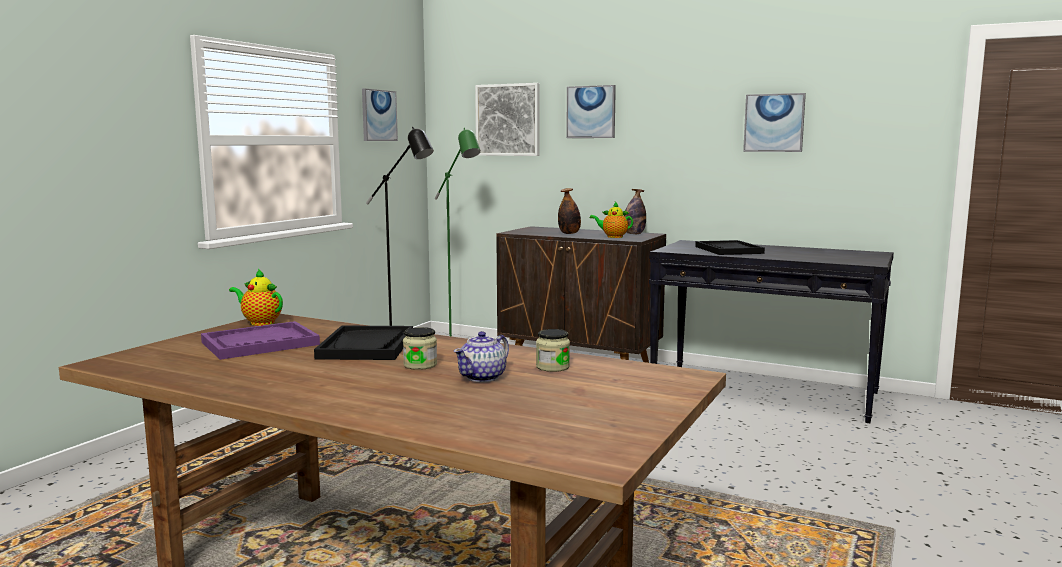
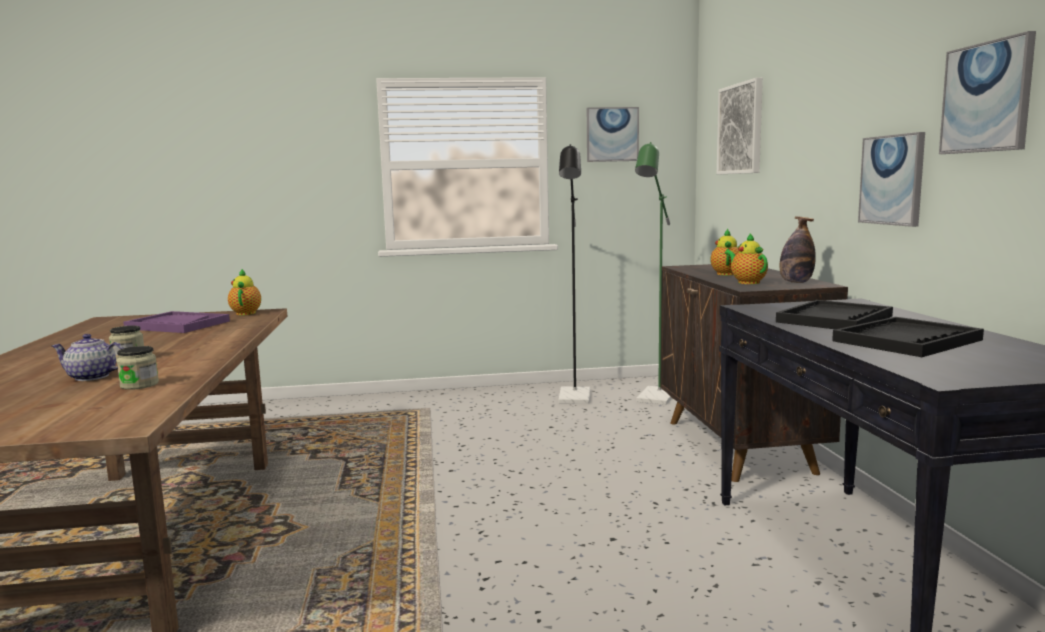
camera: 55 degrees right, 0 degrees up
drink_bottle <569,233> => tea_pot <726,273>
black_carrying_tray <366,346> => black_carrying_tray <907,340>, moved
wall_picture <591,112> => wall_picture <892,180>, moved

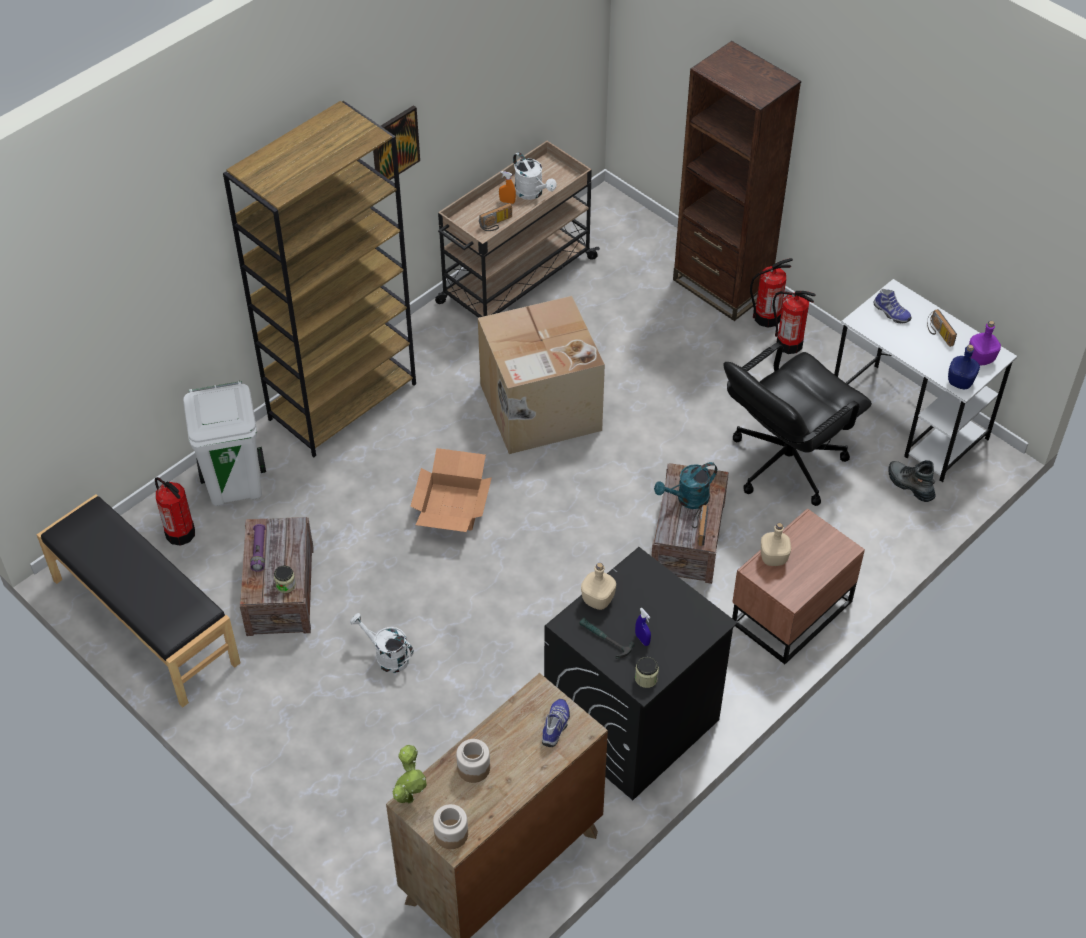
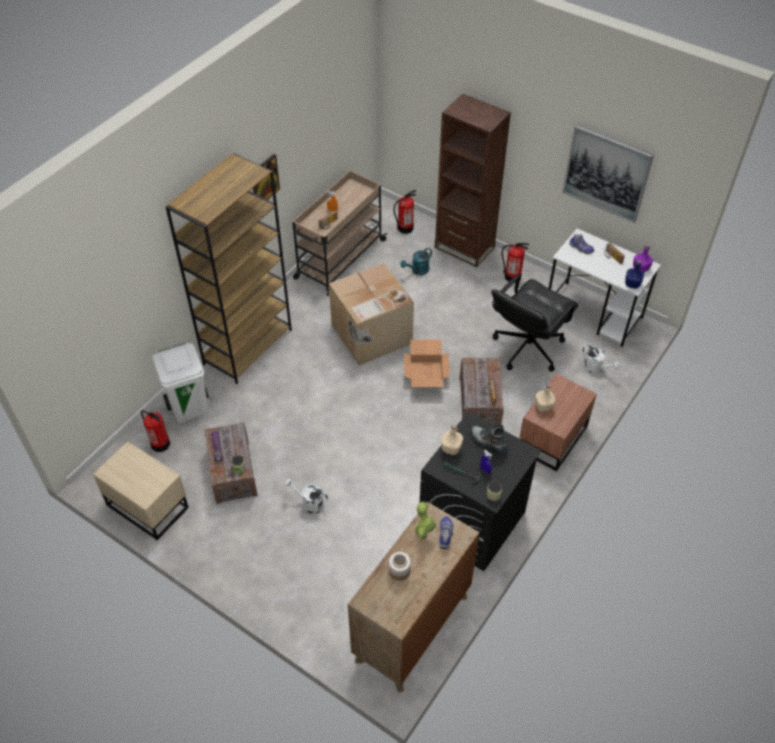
camera: 10 degrees left, 0 degrees up
black_long_seat <144,622> => beige-coloured_bedside_table <148,504>
fire_extinguisher <766,317> => fire_extinguisher <405,228>, moved
turquoise-coloured_watering_can <687,499> => turquoise-coloured_watering_can <417,270>, moved
carton <451,506> => carton <425,373>, moved
potted_plant <409,796> => potted_plant <423,534>, moved
tall_boot <910,485> => tall_boot <488,443>, moved
nothing => wall_picture <606,173>
white-coloured_watering_can <532,193> => white-coloured_watering_can <596,368>, moved
jar <451,834> => nothing

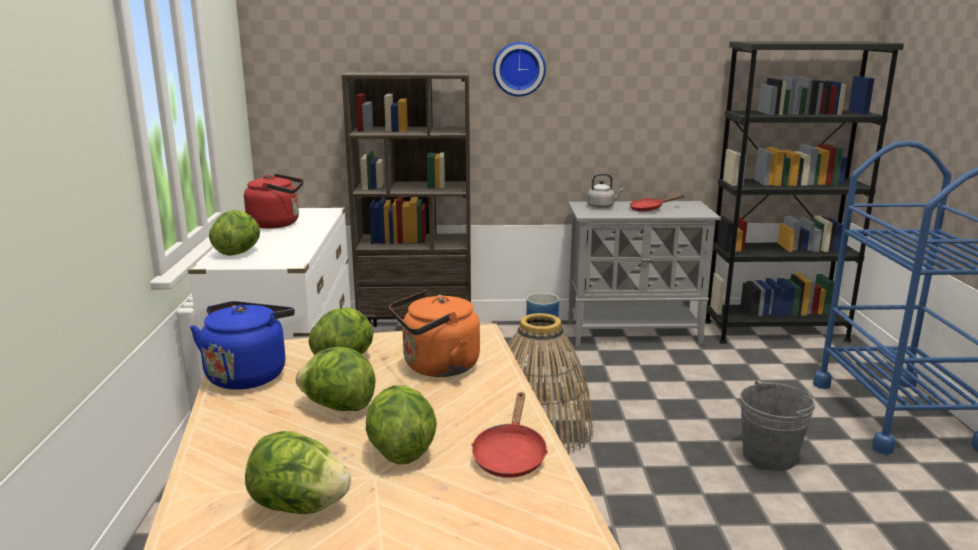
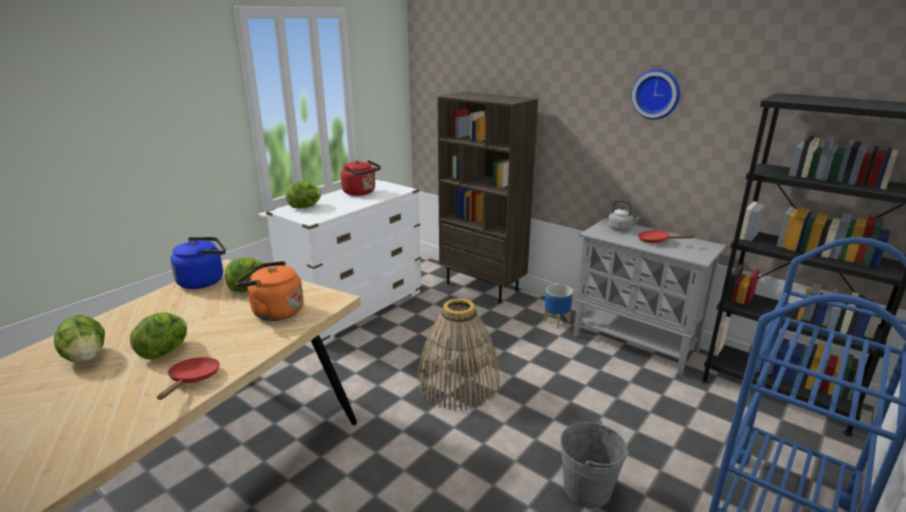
camera: 40 degrees right, 5 degrees up
reddish_skillet <510,456> => reddish_skillet <193,379>, 135 degrees clockwise
wall_clock <519,69> => wall_clock <656,94>, moved
head_of_lettuce <338,407> => nothing

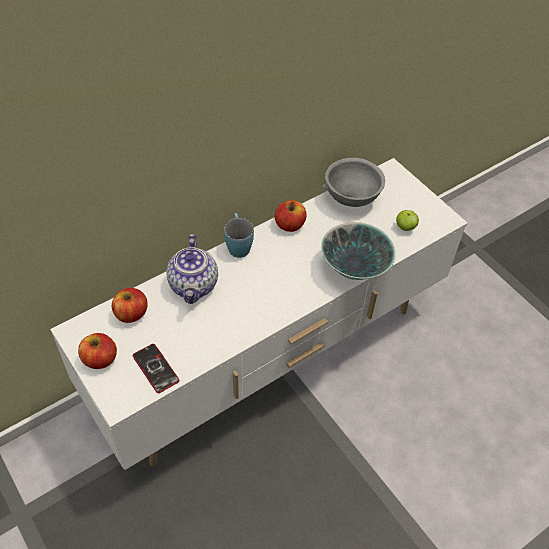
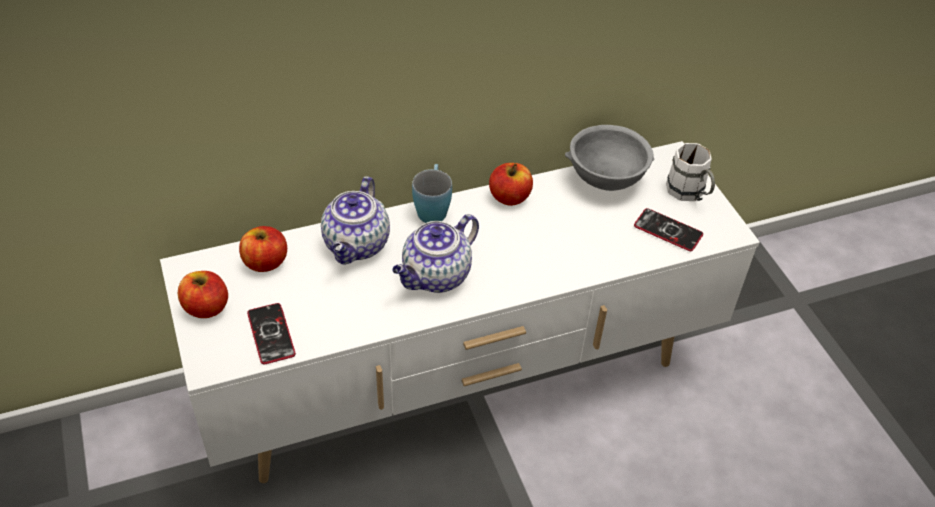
camera: 15 degrees right, 5 degrees down
nothing => tea_pot <436,277>
whole_apple <405,227> => phone <668,231>
nothing => white-coloured_coffee_mug <689,194>
bowl <354,269> => nothing

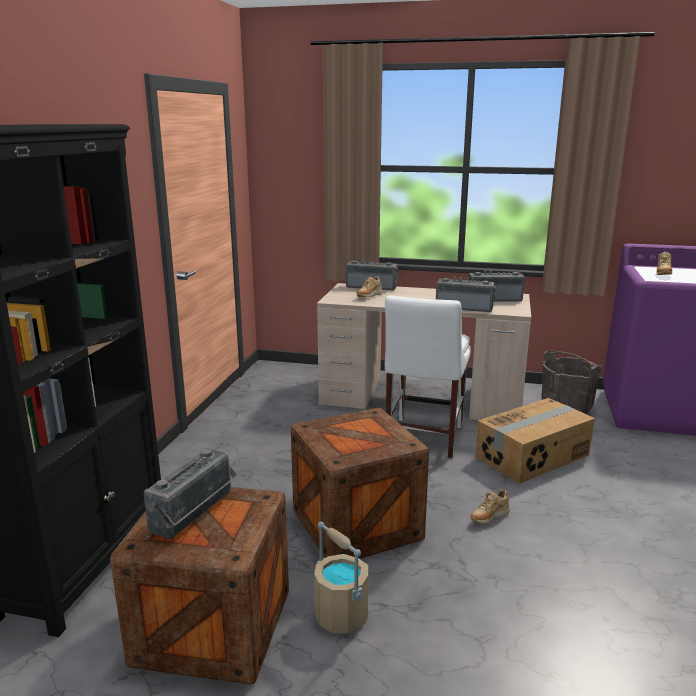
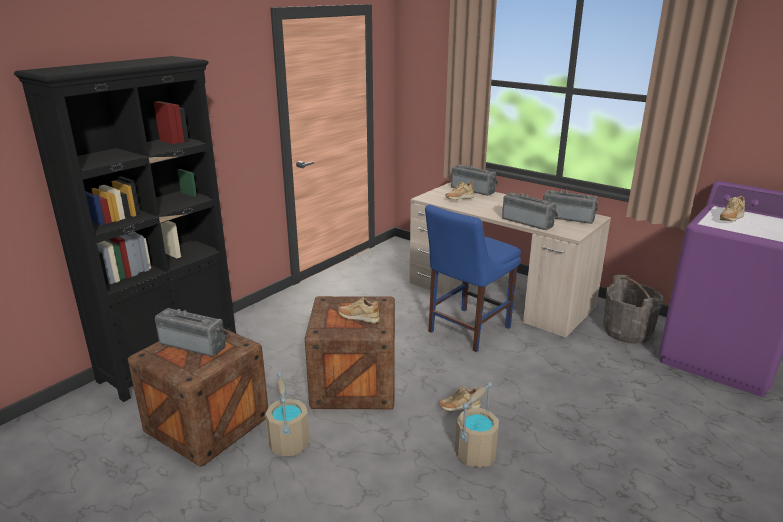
camera: 25 degrees right, 5 degrees up
radio_receiver <196,513> => radio_receiver <195,344>, 120 degrees counterclockwise
nothing => beige-coloured_shoe <358,319>
white-coloured_upright_chair <422,439> => blue_upright_chair <466,330>
nothing => beige-coloured_bucket <475,453>
carton <533,456> => nothing

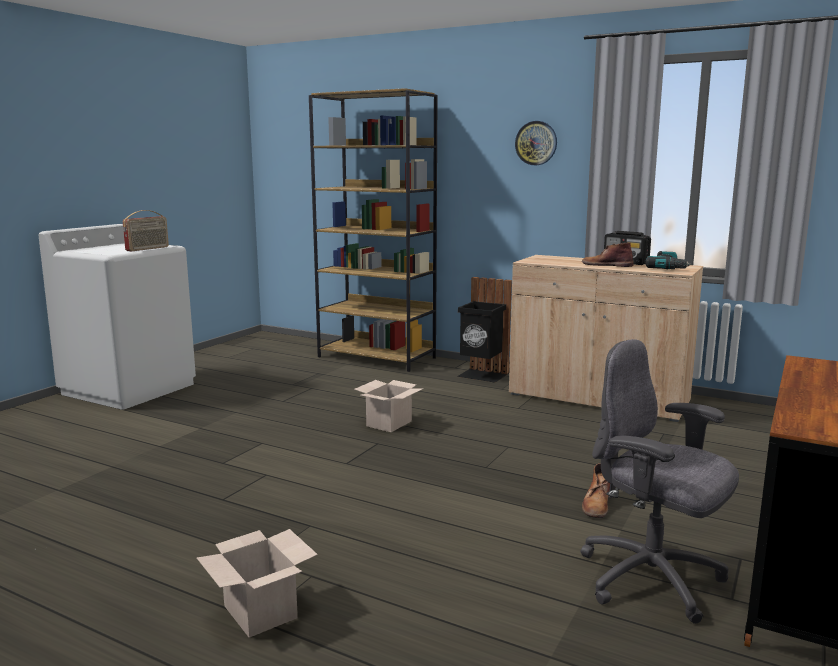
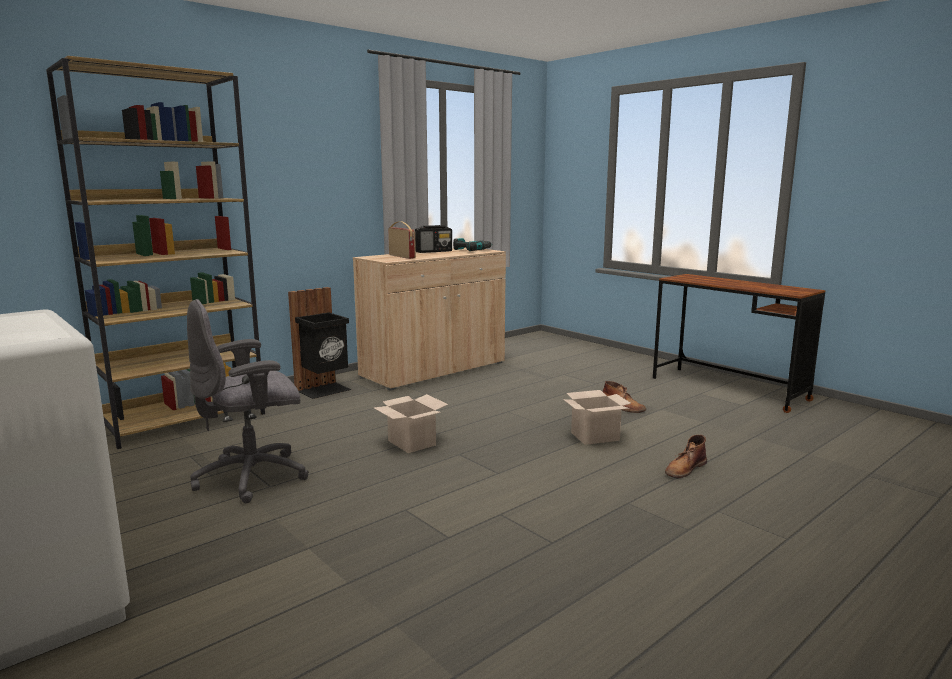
camera: 70 degrees left, 0 degrees up
greyish_office_chair <652,580> => greyish_office_chair <254,477>, moved
radio_receiver <148,249> => radio_receiver <402,256>, moved
carton <262,612> => carton <595,436>, moved
brown-coloured_tall_boot <606,265> => brown-coloured_tall_boot <685,468>, moved
wall_clock <536,143> => nothing

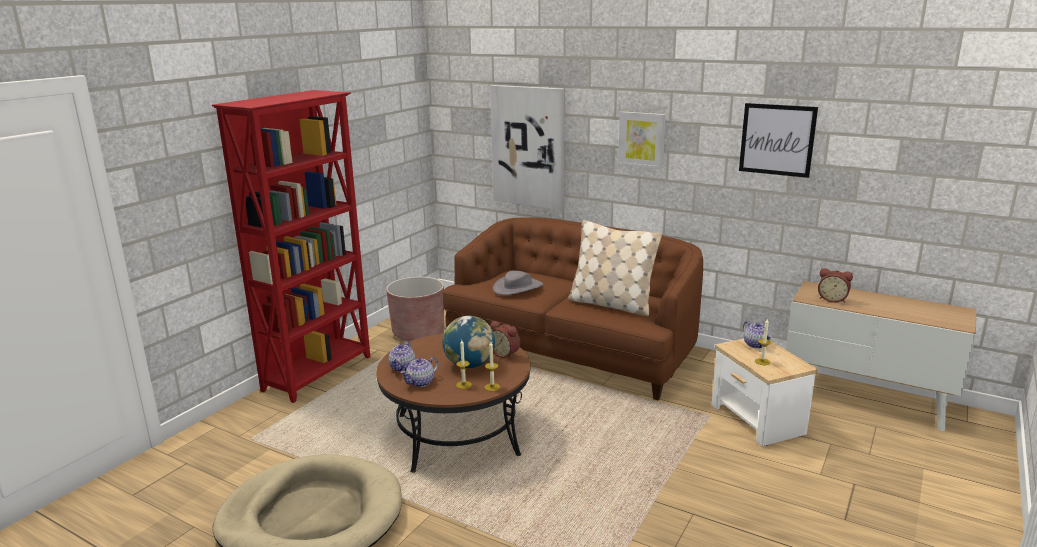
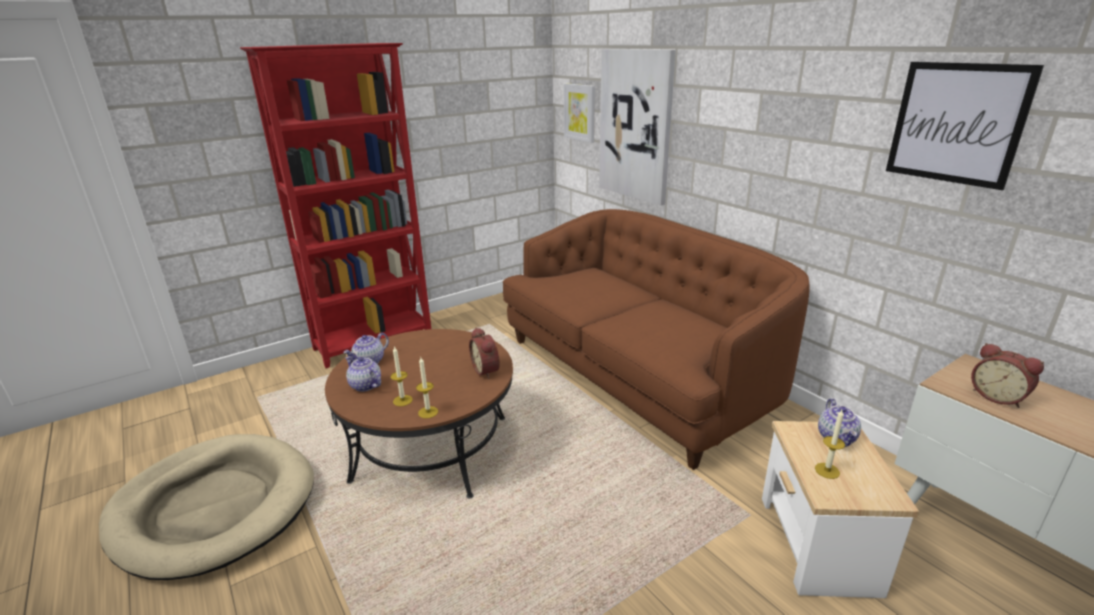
camera: 25 degrees right, 5 degrees up
tea_pot <420,382> => tea_pot <365,385>, 60 degrees clockwise
wall_picture <642,139> => wall_picture <580,112>, moved
brown-coloured_plant_pot <418,333> => nothing
globe <469,365> => nothing
greyish_clothing_hat <518,287> => nothing
beige-coloured_cushion <611,304> => nothing

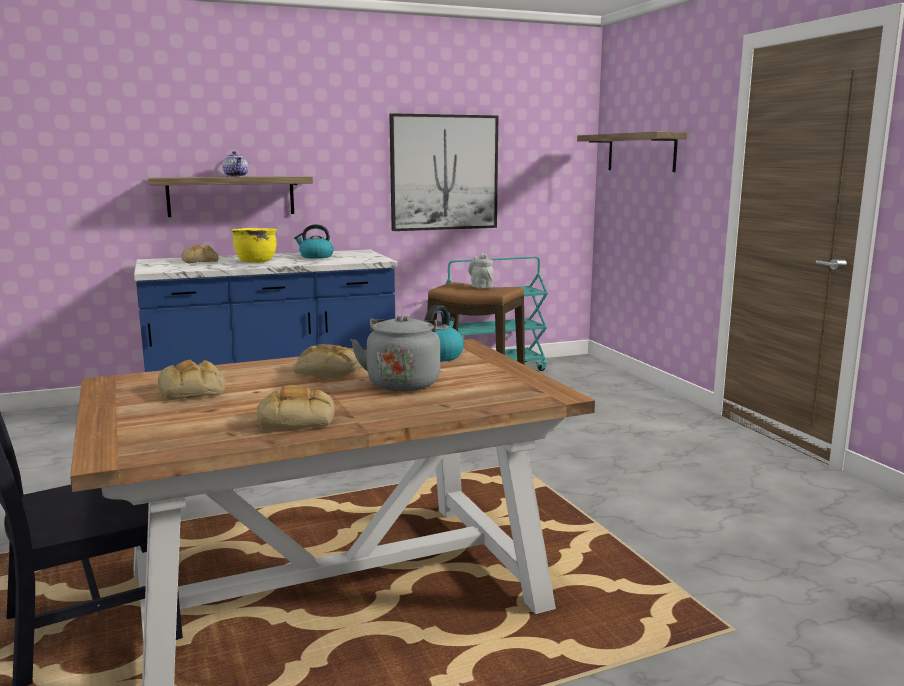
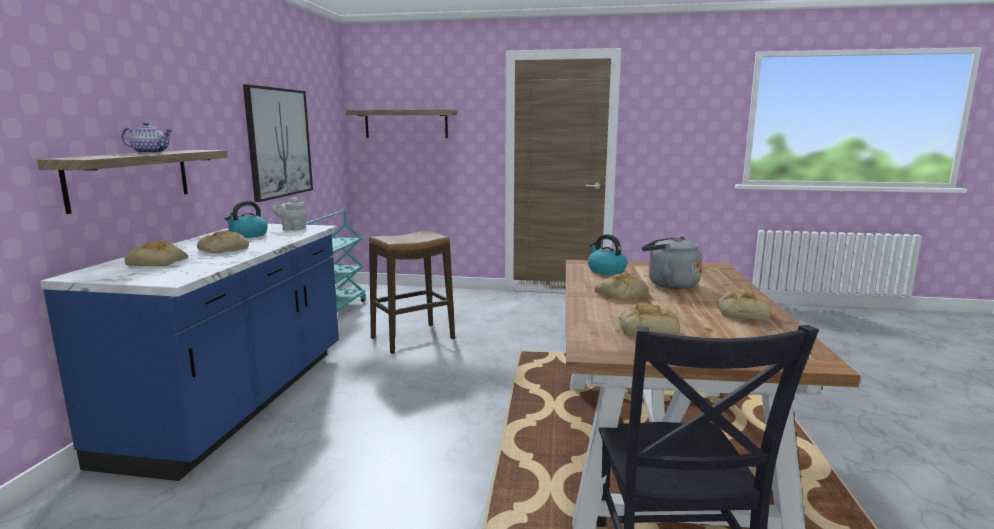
camera: 60 degrees left, 0 degrees up
yellow-coloured_stockpot <255,261> => bakery_bread <223,249>
greyish_tea_pot <480,286> => greyish_tea_pot <292,229>, moved

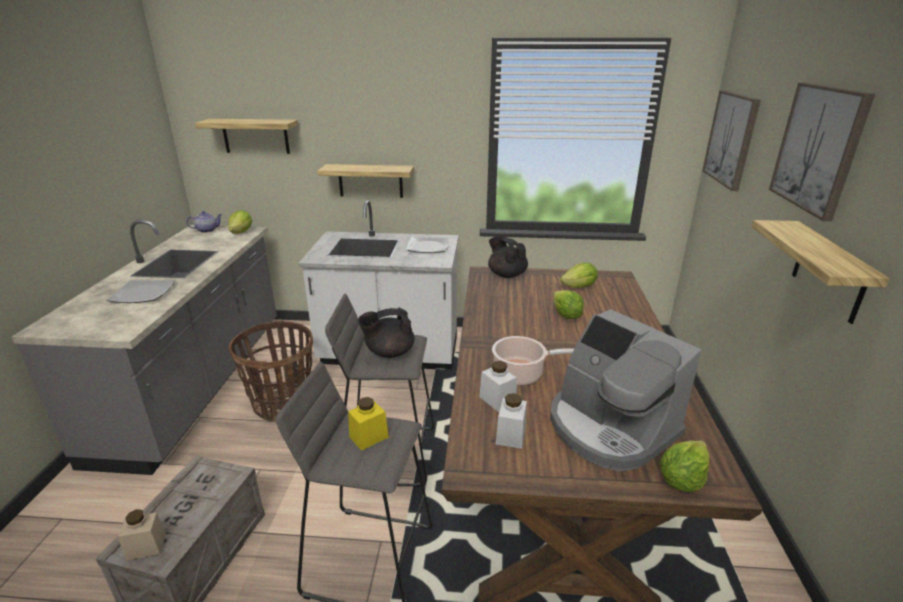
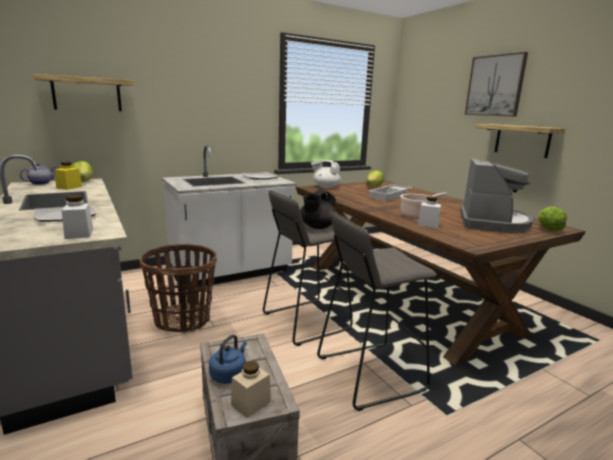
camera: 35 degrees left, 10 degrees down
yellow-coloured_jar <369,437> => yellow-coloured_jar <69,187>, moved
white-coloured_jar <511,435> => white-coloured_jar <79,234>, moved
nothing => blue_kettle <229,374>
black_tea_pot <506,274> => white-coloured_tea_pot <325,187>
head_of_lettuce <565,316> => white-coloured_carrying_tray <391,196>
coffee_maker <609,428> => coffee_maker <492,223>, 90 degrees counterclockwise
bracket_shelf <370,181> => nothing
wall_picture <731,139> => nothing

